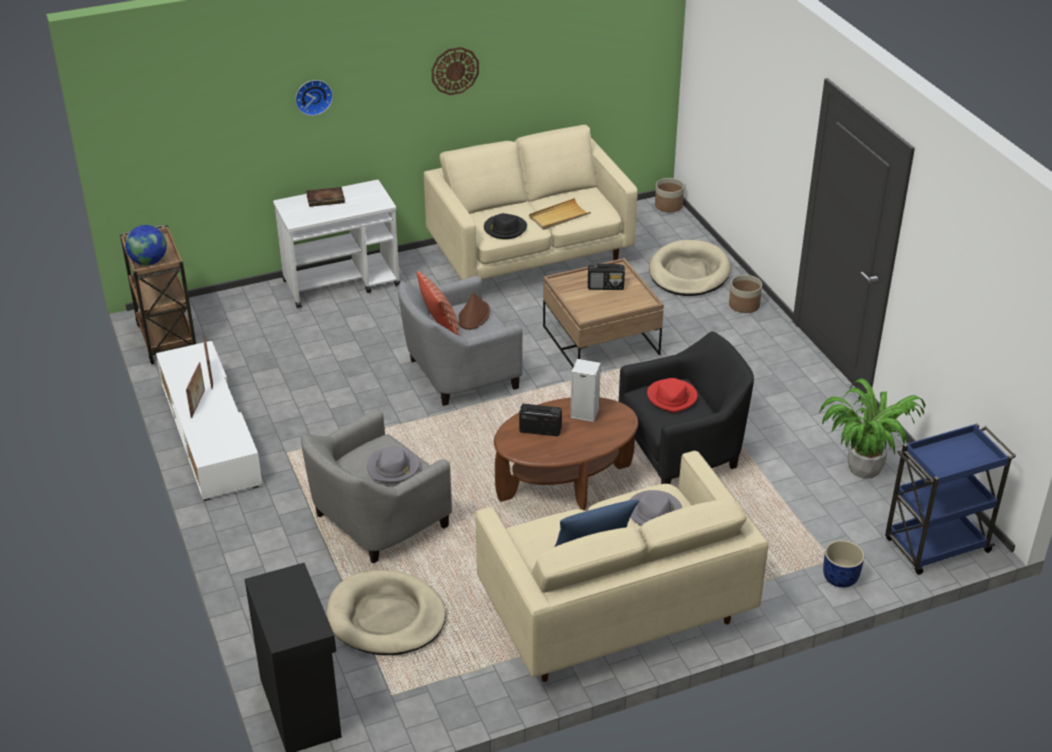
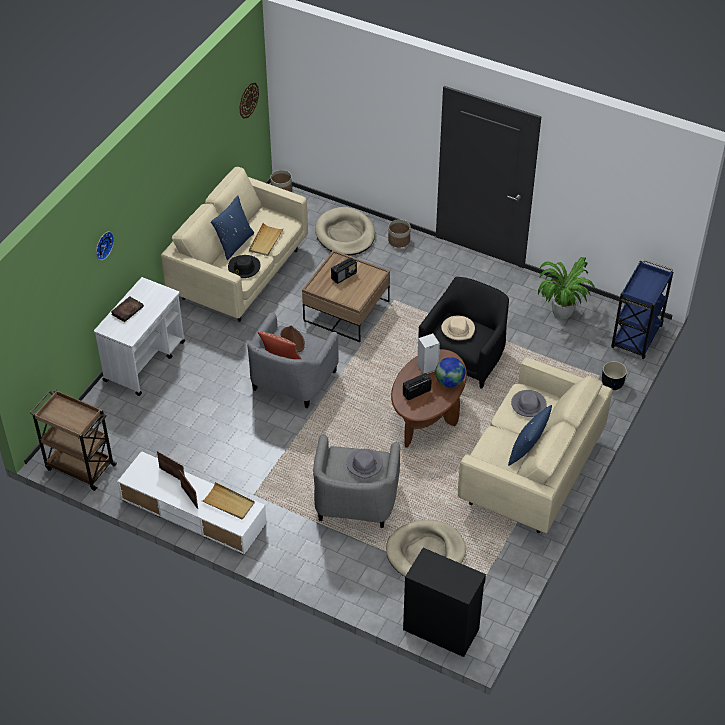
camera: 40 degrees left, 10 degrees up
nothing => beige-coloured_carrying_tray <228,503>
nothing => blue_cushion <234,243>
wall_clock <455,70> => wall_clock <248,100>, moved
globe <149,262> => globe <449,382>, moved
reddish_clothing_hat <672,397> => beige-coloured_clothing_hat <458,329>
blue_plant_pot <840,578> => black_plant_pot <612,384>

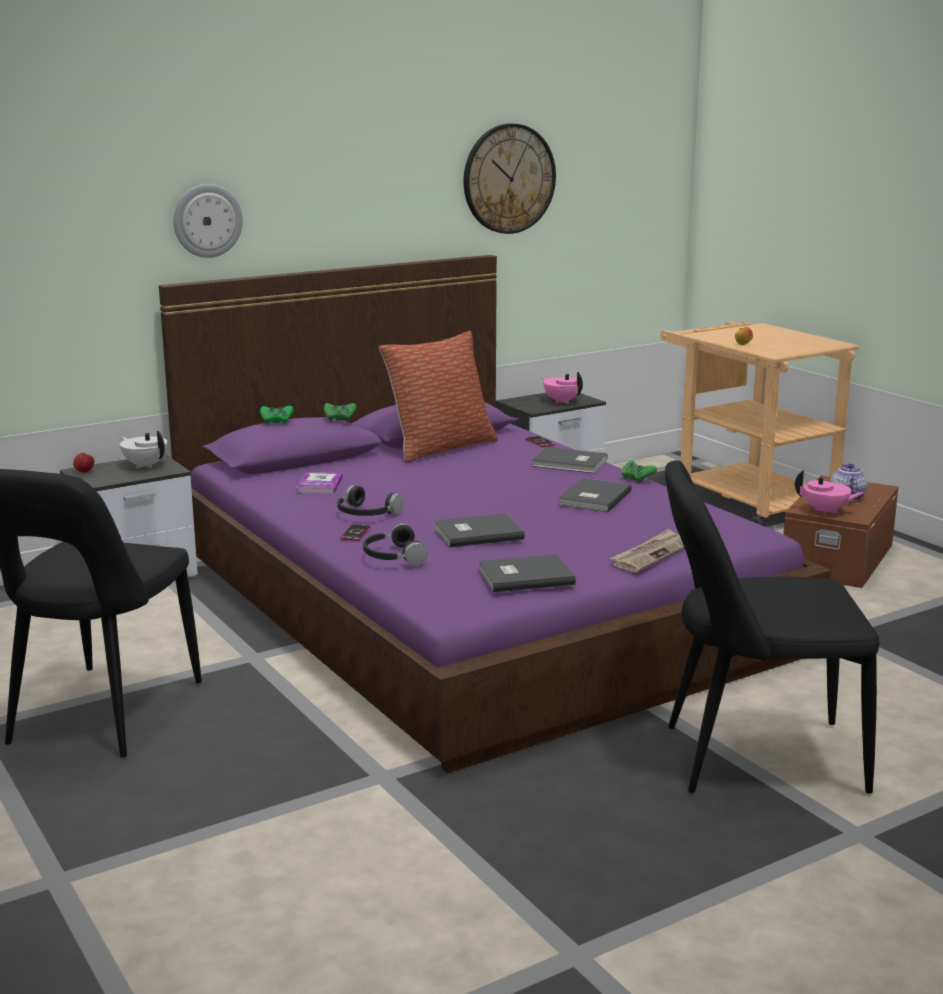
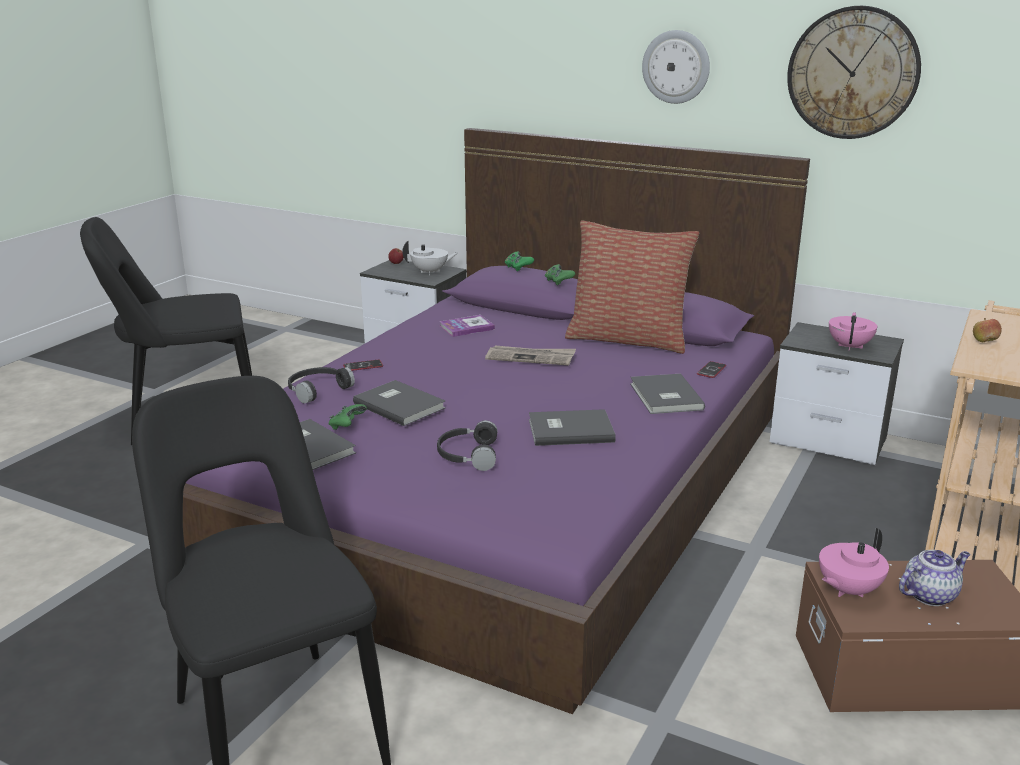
camera: 60 degrees right, 5 degrees up
green-coloured_game_controller <636,479> => green-coloured_game_controller <347,426>, moved
white-coloured_tea_pot <145,465> => white-coloured_tea_pot <430,272>, 75 degrees clockwise
black_pair_of_headphones <365,514> => black_pair_of_headphones <467,455>, moved
daily_paper <651,554> => daily_paper <531,357>, moved
wall_clock <207,220> => wall_clock <676,67>, moved
pink_tea_pot <826,511> => pink_tea_pot <847,590>, 60 degrees clockwise

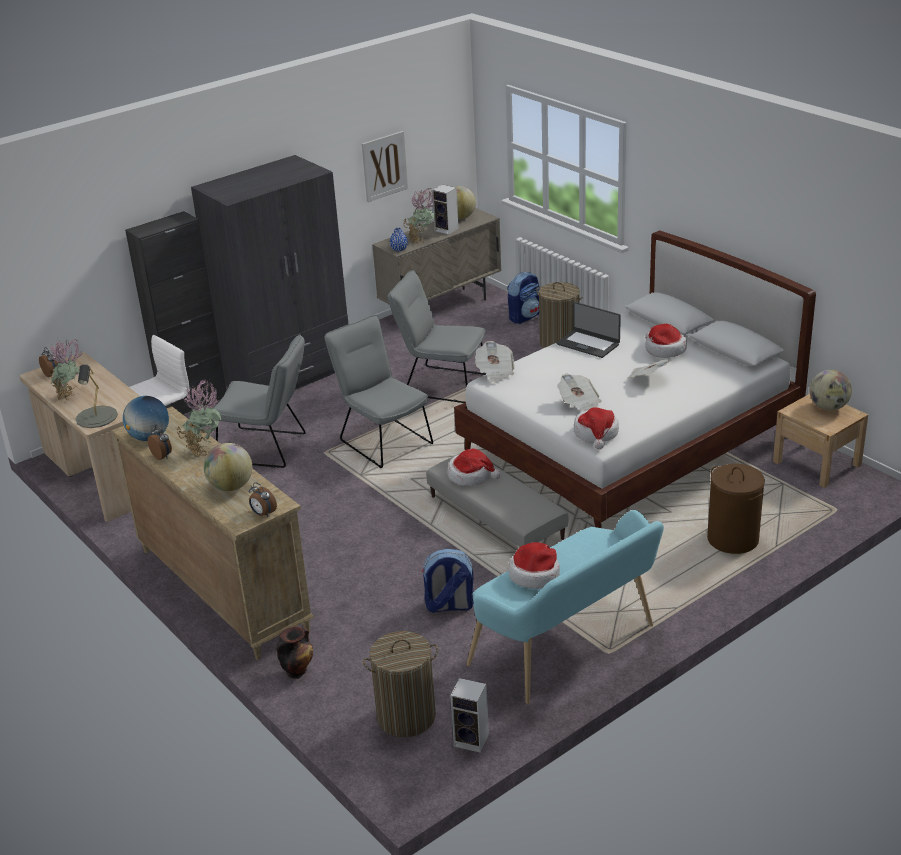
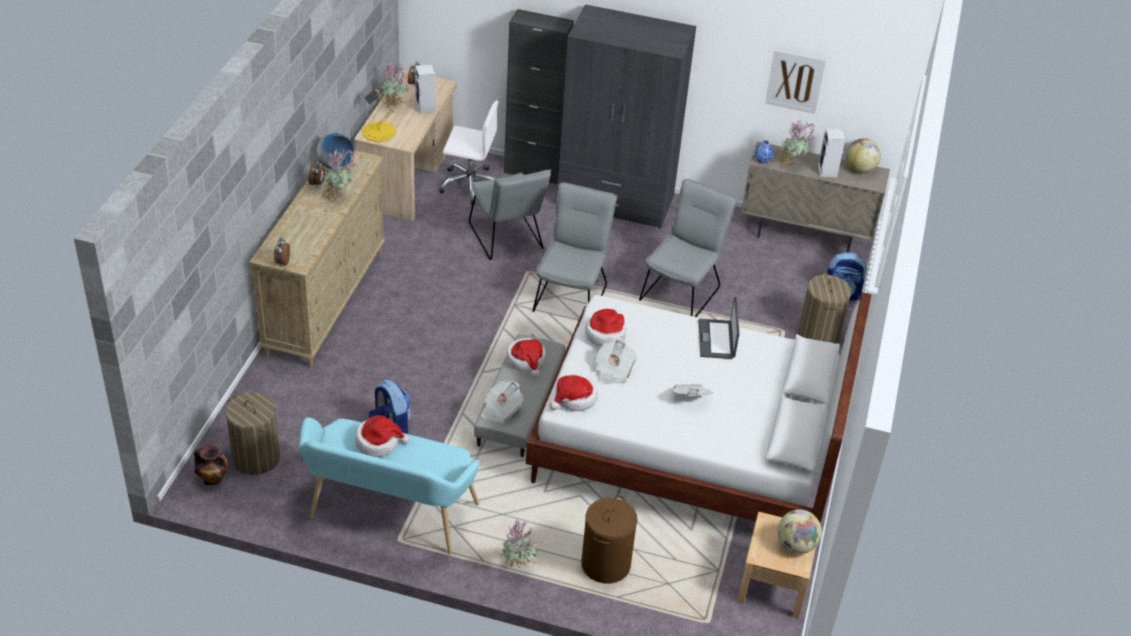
camera: 50 degrees right, 10 degrees up
vase <297,670> => vase <213,479>, moved
greyish_tabletop_lamp <96,417> => yellow-coloured_tabletop_lamp <379,132>
loudspeaker <473,740> => loudspeaker <426,108>, moved
daily_paper <495,372> => daily_paper <500,410>, moved
nothing => potted_plant <518,567>
clothing_hat <664,349> => clothing_hat <605,334>, moved
greyish_upright_chair <441,384> => greyish_upright_chair <683,290>, 45 degrees clockwise
globe <231,486> => nothing

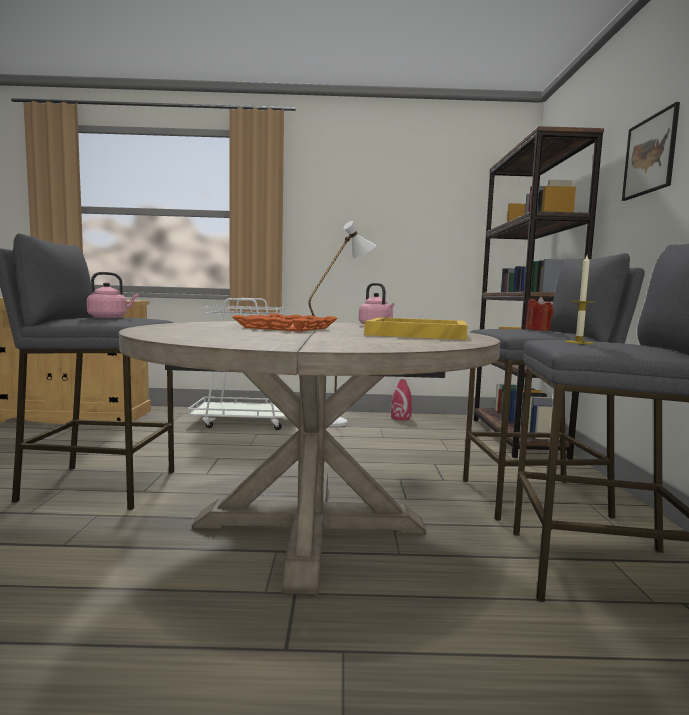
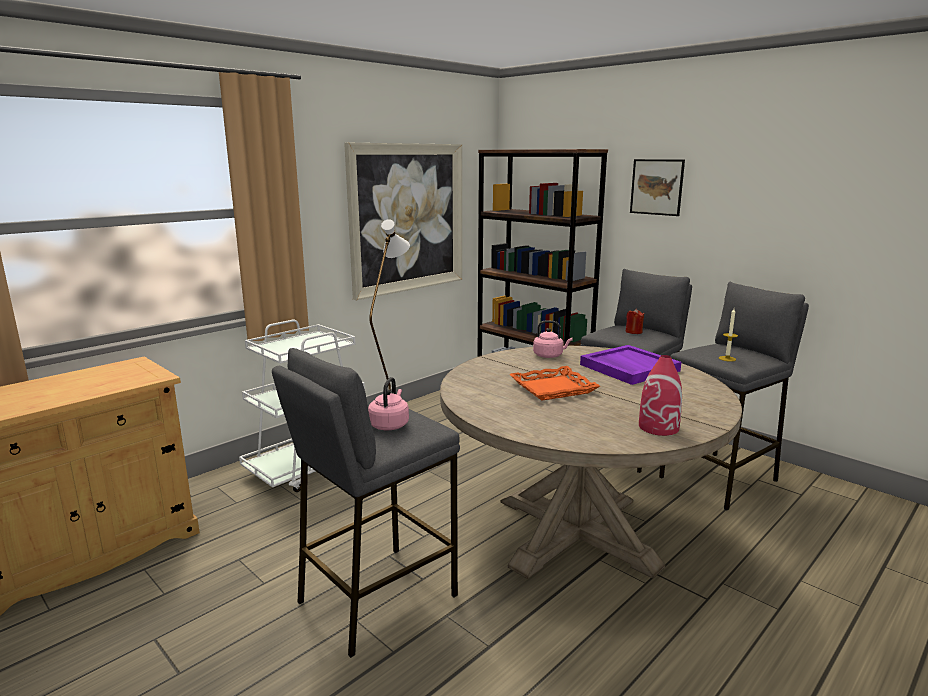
camera: 45 degrees left, 10 degrees up
nothing => wall_picture <407,218>
yellow-coloured_carrying_tray <416,333> => purple_carrying_tray <628,367>
reddish_vase <401,418> => reddish_vase <659,427>, moved

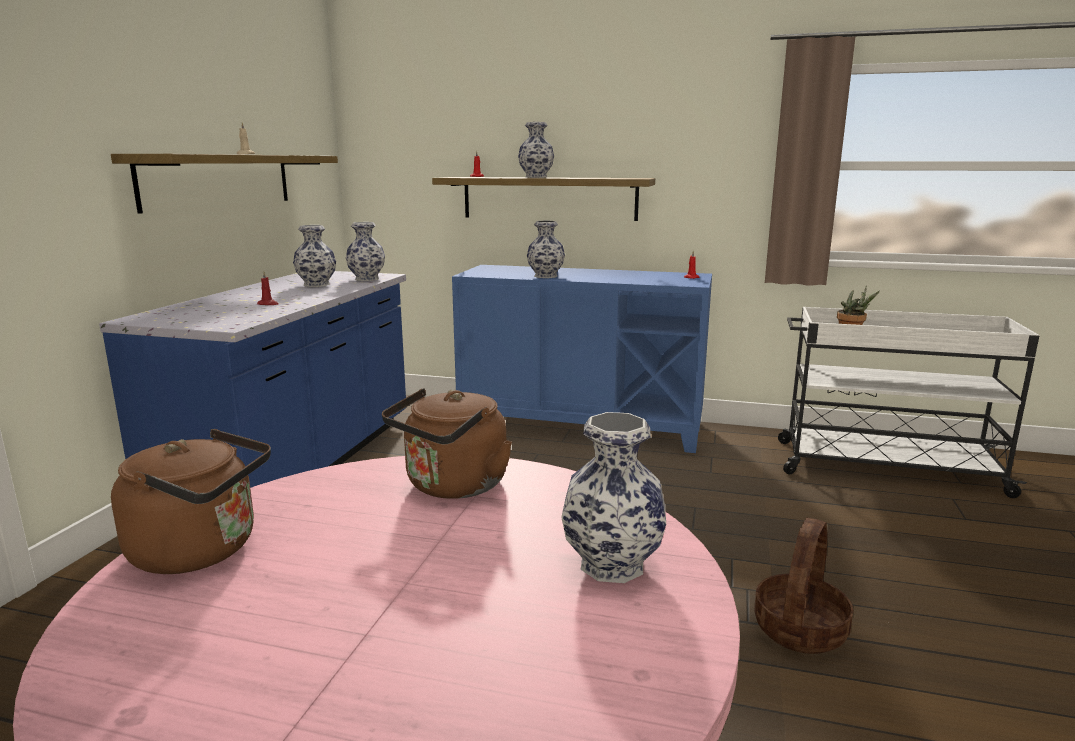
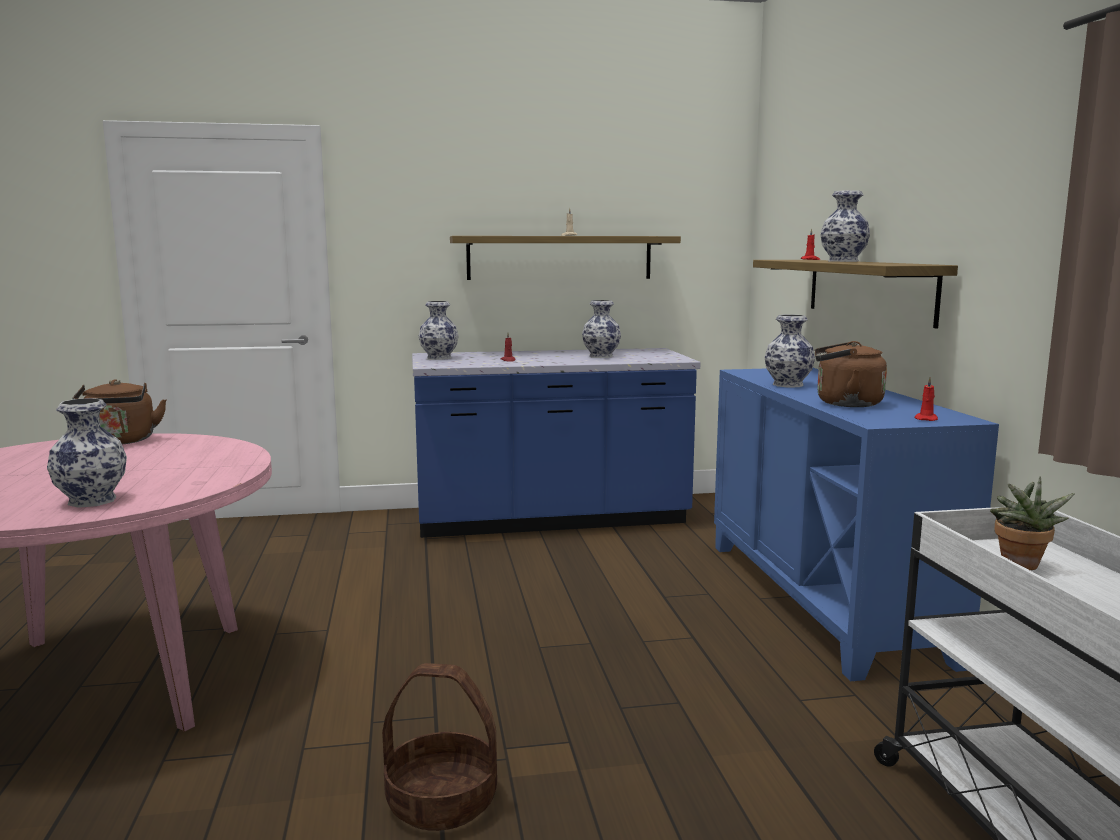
camera: 65 degrees right, 5 degrees down
vase <367,279> => vase <439,358>, moved
brown-coloured_kettle <452,486> => brown-coloured_kettle <844,404>, moved

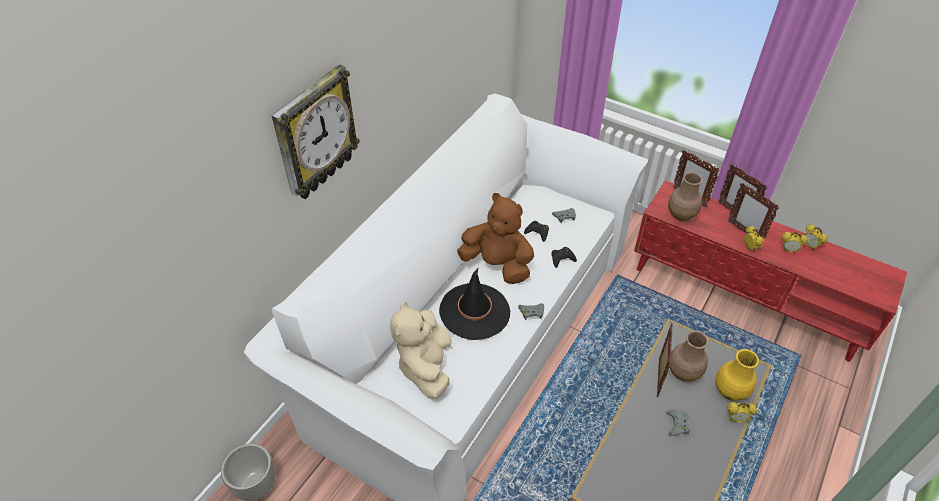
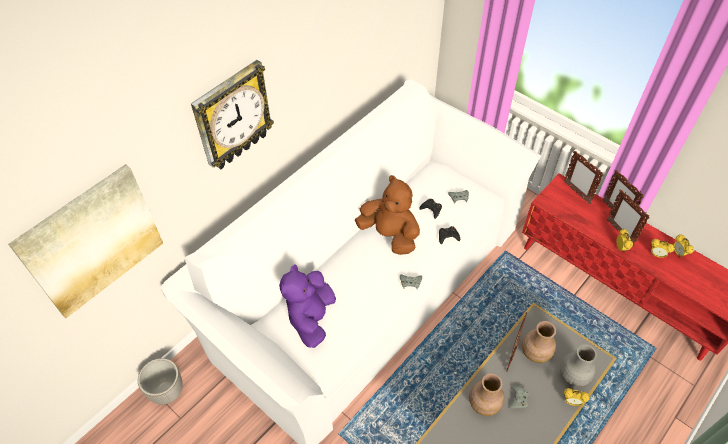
camera: 10 degrees right, 5 degrees up
nothing => wall_picture <92,241>
beige-coloured_plush_toy <426,366> => purple_plush_toy <311,318>
brown-coloured_vase <681,214> => brown-coloured_vase <483,404>, moved
yellow-coloured_vase <730,391> => greyish_vase <572,376>
black_clothing_hat <474,311> => nothing

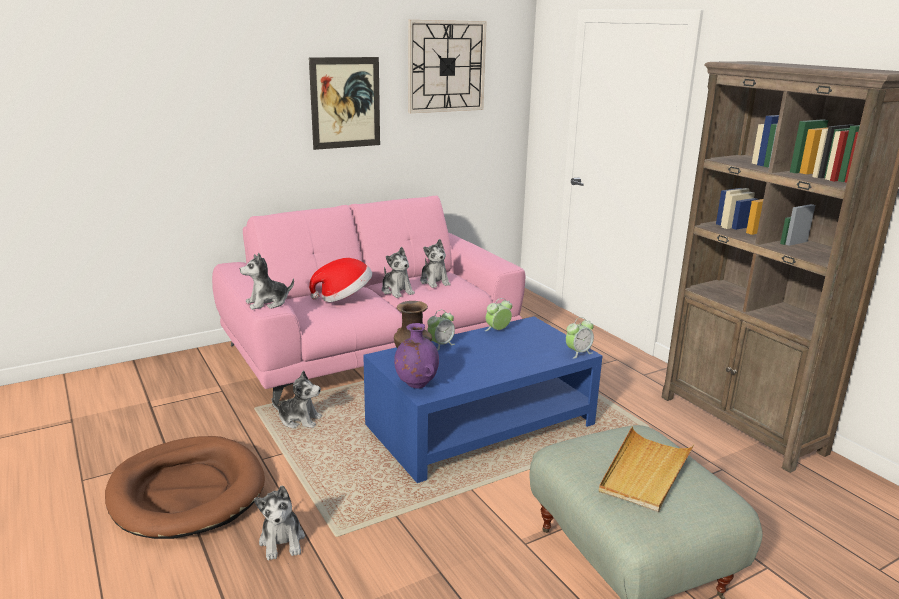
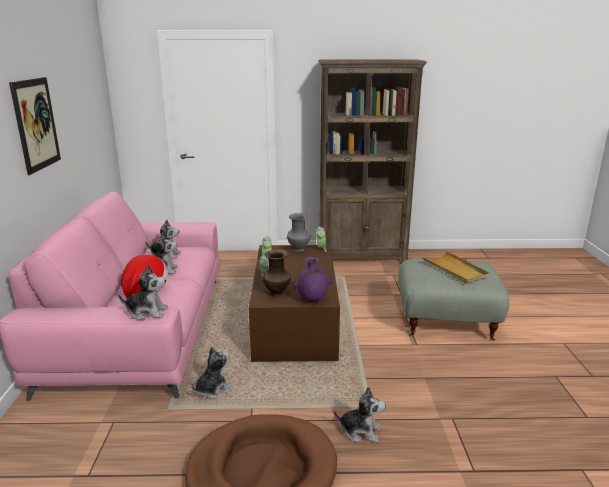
camera: 60 degrees left, 0 degrees up
plush_toy <267,303> => plush_toy <147,312>, 90 degrees counterclockwise
blue_coffee_table <480,425> => brown-coloured_coffee_table <294,321>
nothing => greyish_vase <299,250>
wall_clock <446,66> => nothing

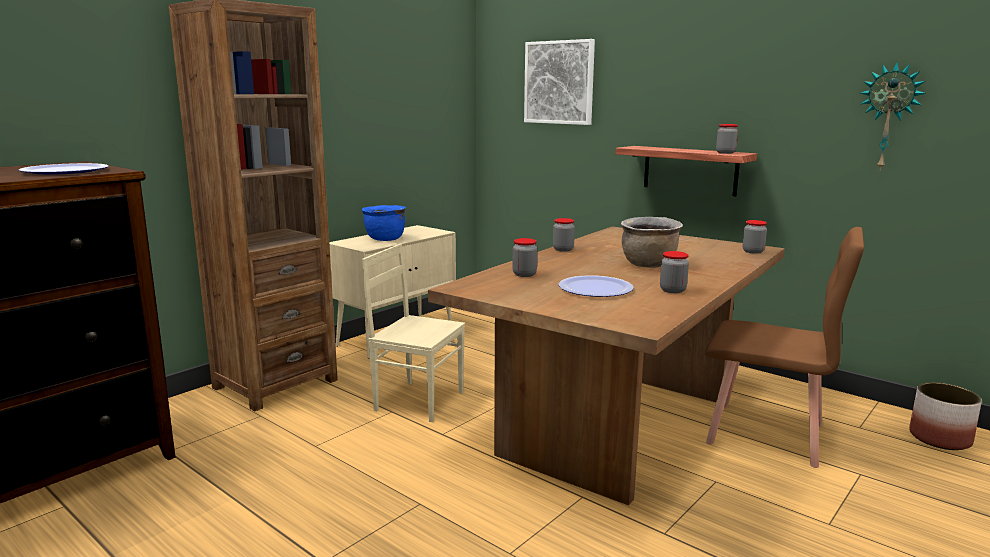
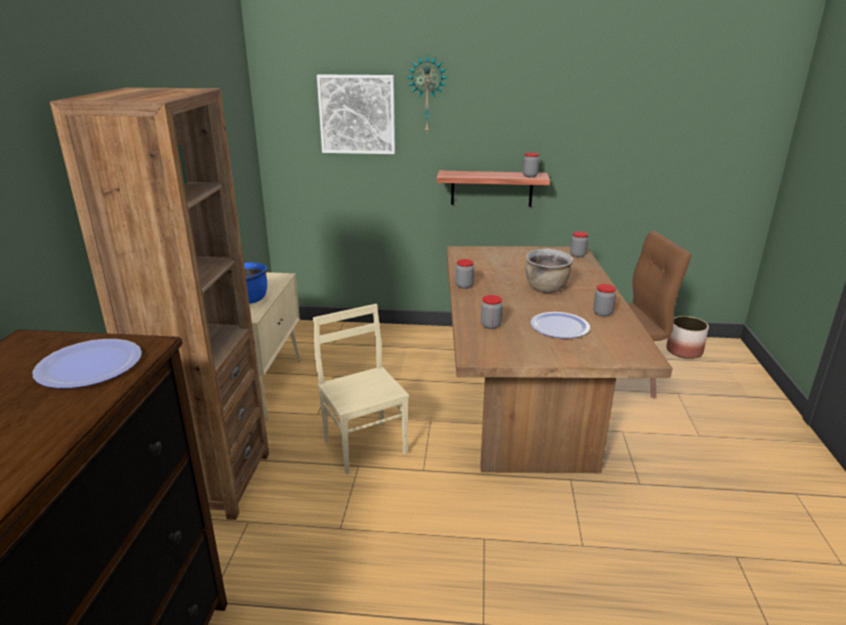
camera: 35 degrees left, 10 degrees up
beige-coloured_upright_chair <418,400> => beige-coloured_upright_chair <366,446>, 75 degrees clockwise
wall_clock <889,117> => wall_clock <427,95>, moved

